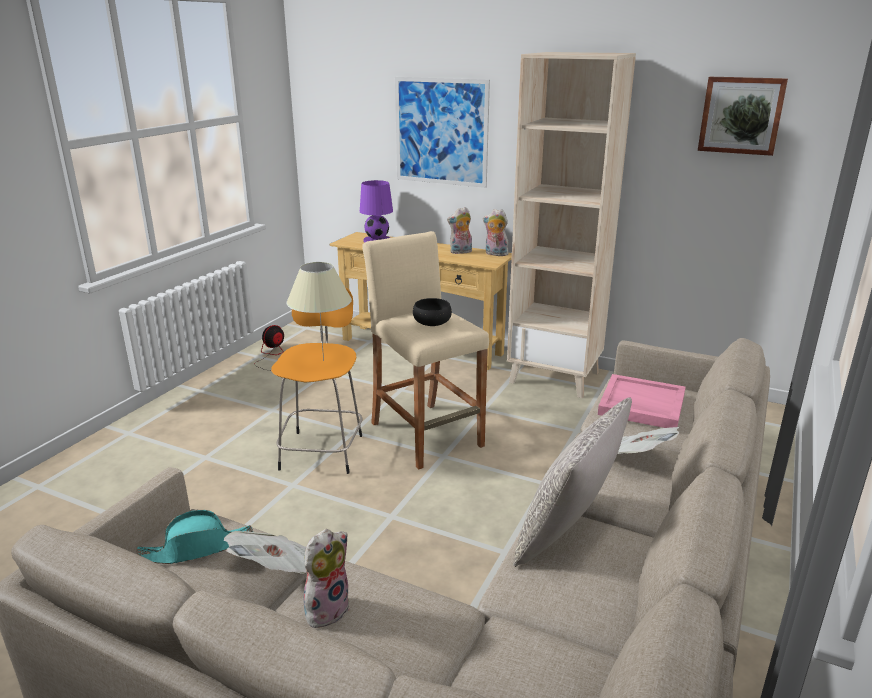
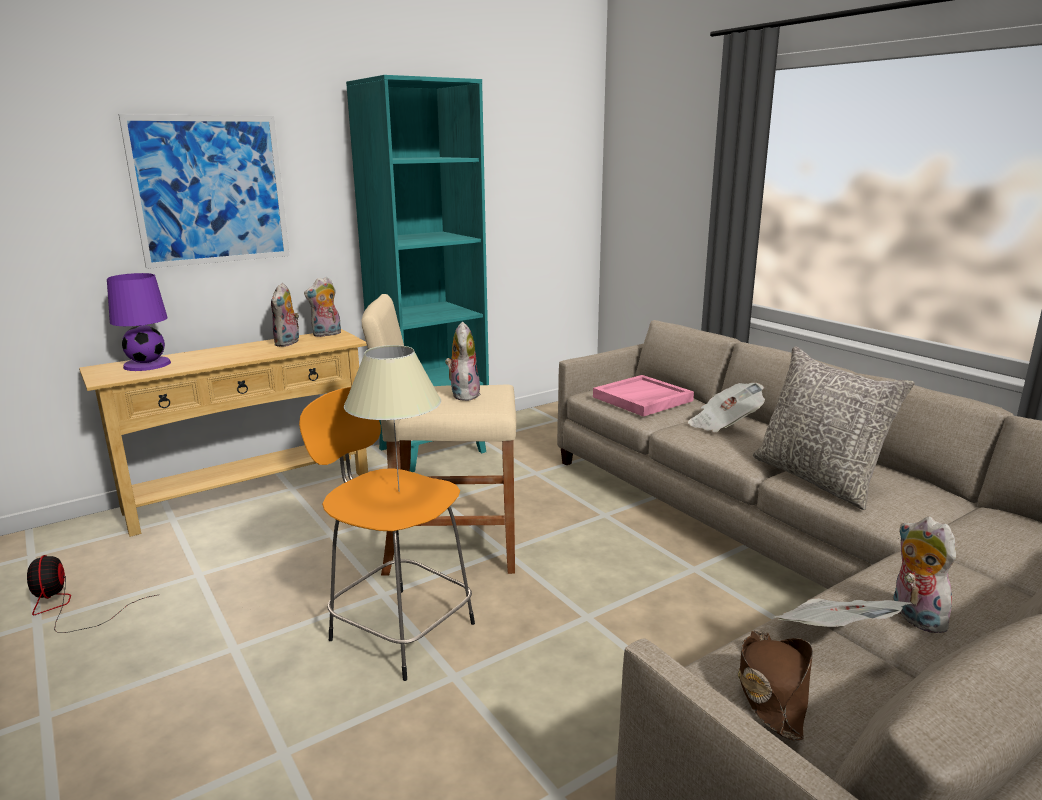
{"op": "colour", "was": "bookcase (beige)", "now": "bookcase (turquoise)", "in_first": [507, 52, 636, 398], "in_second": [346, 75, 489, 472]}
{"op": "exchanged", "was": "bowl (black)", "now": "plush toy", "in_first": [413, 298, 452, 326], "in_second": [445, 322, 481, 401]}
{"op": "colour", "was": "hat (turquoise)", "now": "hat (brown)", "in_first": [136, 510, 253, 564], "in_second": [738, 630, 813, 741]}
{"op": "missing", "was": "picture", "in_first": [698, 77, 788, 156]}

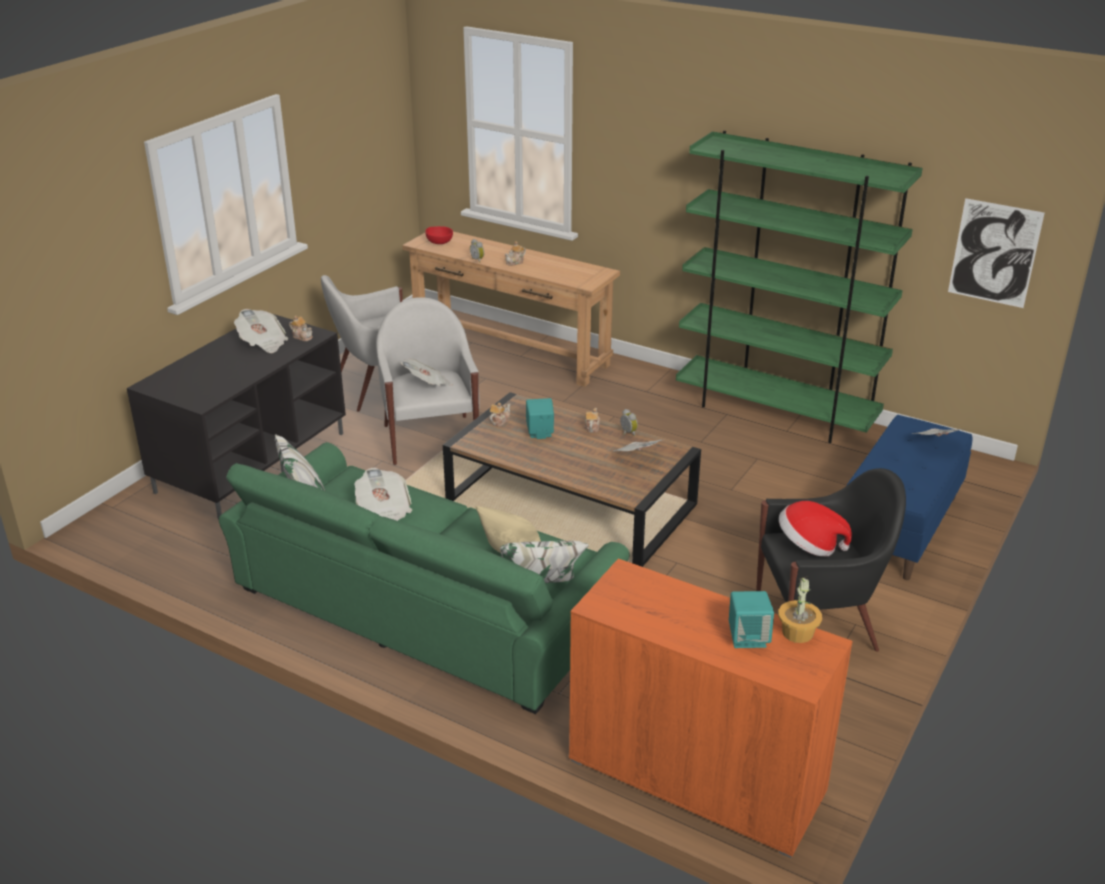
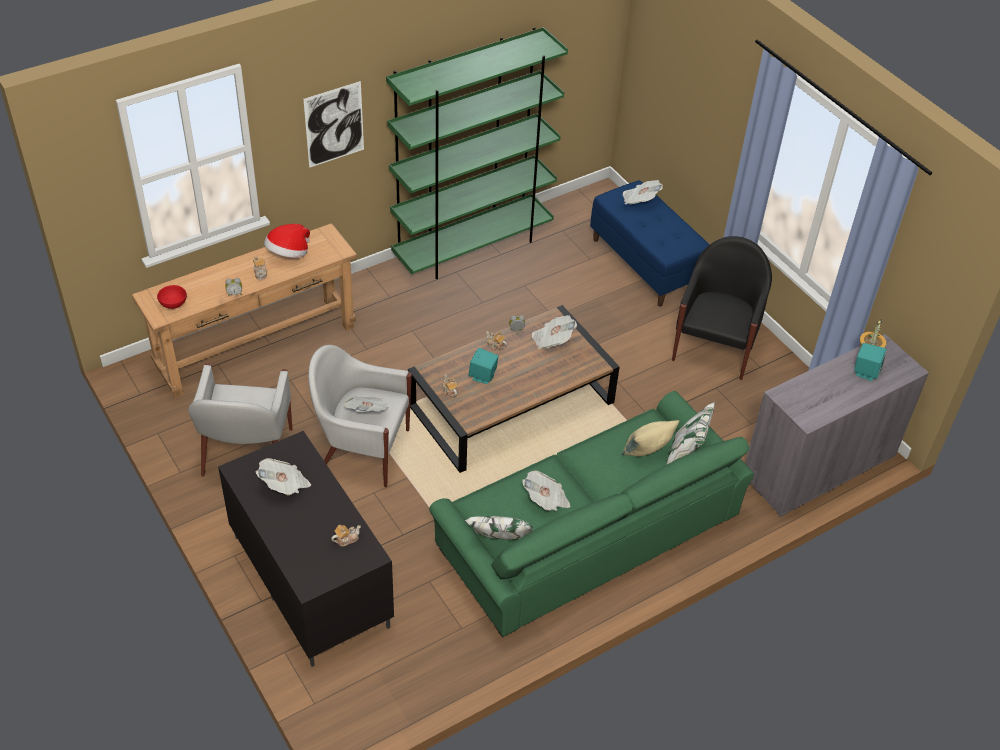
{"op": "relocated", "was": "hat", "in_first": [779, 501, 852, 556], "in_second": [264, 224, 310, 258]}
{"op": "relocated", "was": "picture", "in_first": [948, 198, 1045, 308], "in_second": [303, 81, 364, 168]}
{"op": "relocated", "was": "teapot", "in_first": [289, 315, 313, 341], "in_second": [331, 525, 361, 547]}
{"op": "colour", "was": "cabinet (orange)", "now": "cabinet (grey)", "in_first": [569, 558, 853, 858], "in_second": [745, 334, 929, 517]}

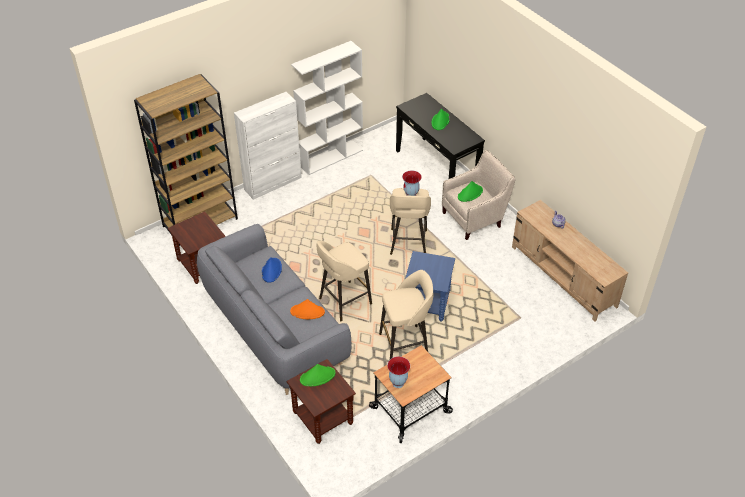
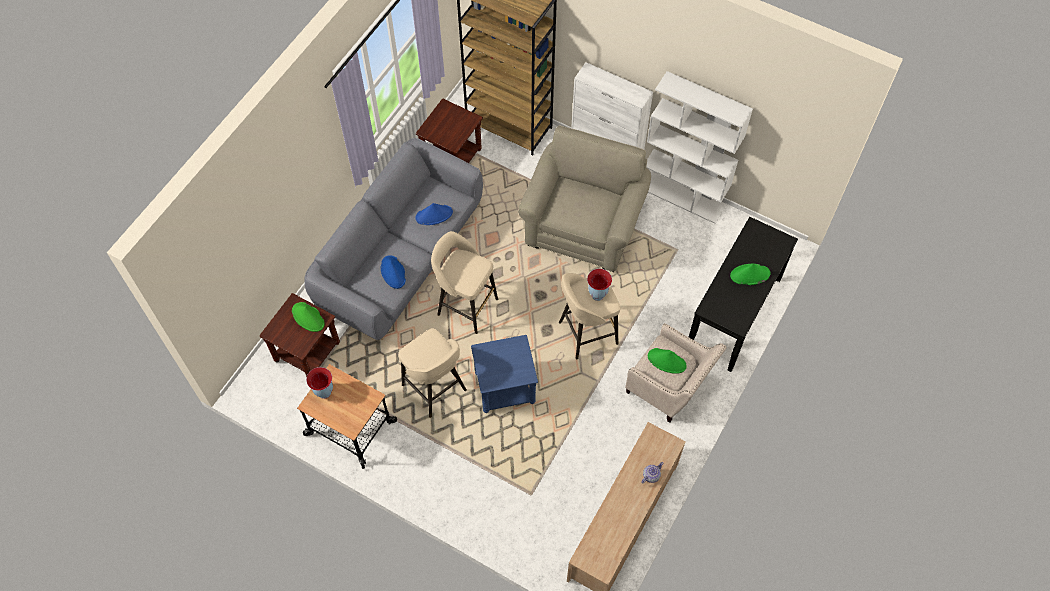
{"op": "colour", "was": "hat (orange)", "now": "hat (blue)", "in_first": [290, 299, 325, 319], "in_second": [381, 255, 406, 289]}
{"op": "appeared", "now": "armchair (beige)", "in_second": [518, 125, 651, 272]}

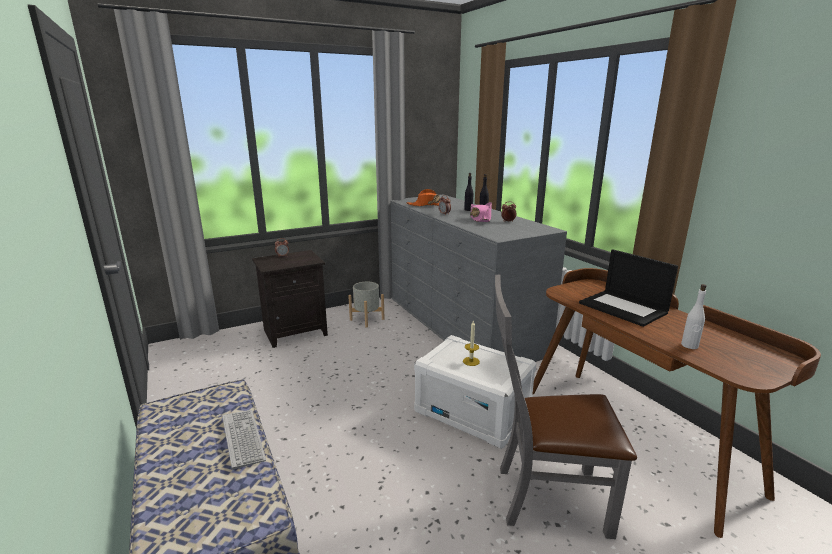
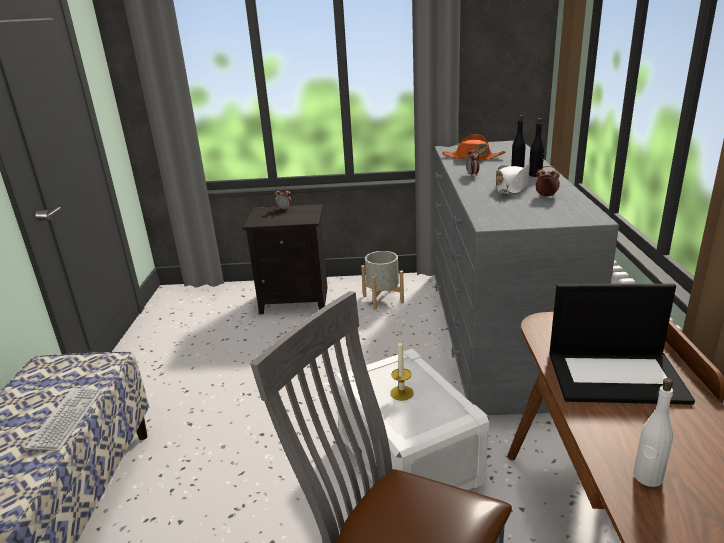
{"op": "colour", "was": "hat (pink)", "now": "hat (white)", "in_first": [470, 202, 492, 222], "in_second": [496, 164, 530, 194]}
{"op": "spun", "was": "laptop", "in_first": [579, 249, 678, 327], "in_second": [549, 284, 695, 405], "clockwise": -75}

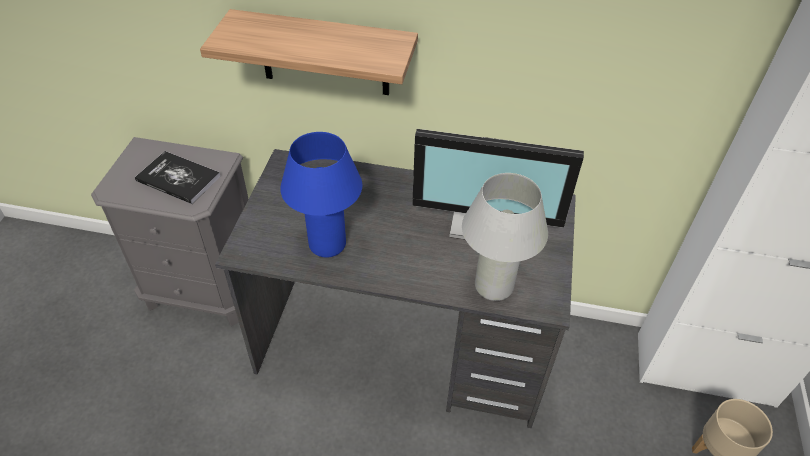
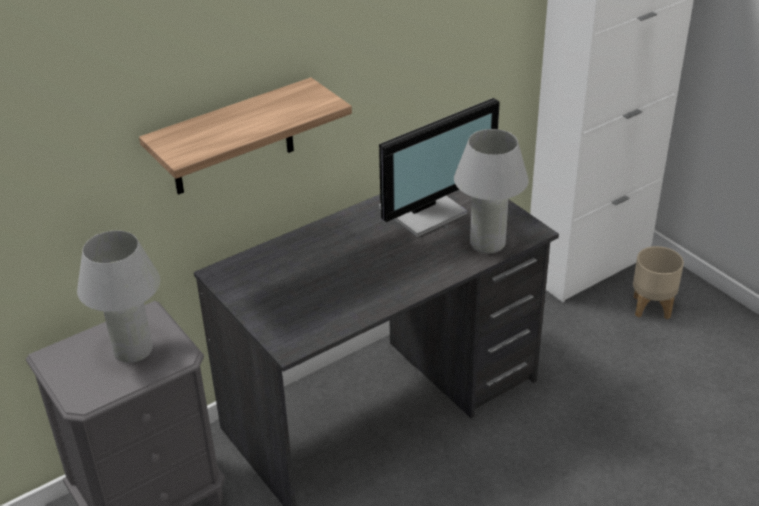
{"op": "exchanged", "was": "book", "now": "table lamp (white)", "in_first": [135, 151, 221, 204], "in_second": [77, 230, 160, 363]}
{"op": "missing", "was": "table lamp (blue)", "in_first": [280, 132, 362, 257]}

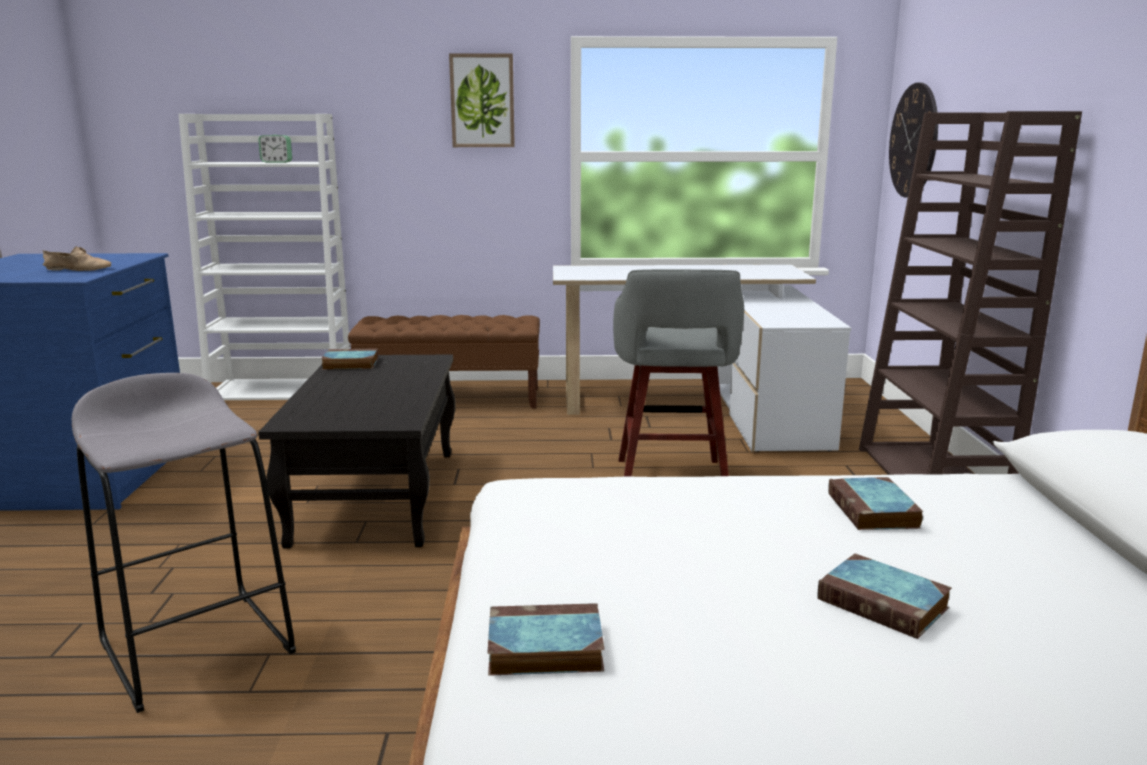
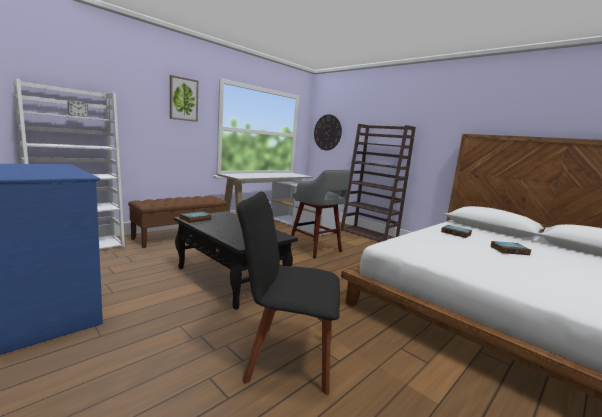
{"op": "exchanged", "was": "stool (grey)", "now": "chair (black)", "in_first": [72, 373, 296, 713], "in_second": [237, 192, 340, 395]}
{"op": "missing", "was": "shoe (beige)", "in_first": [42, 246, 111, 271]}
{"op": "missing", "was": "book", "in_first": [488, 603, 605, 675]}

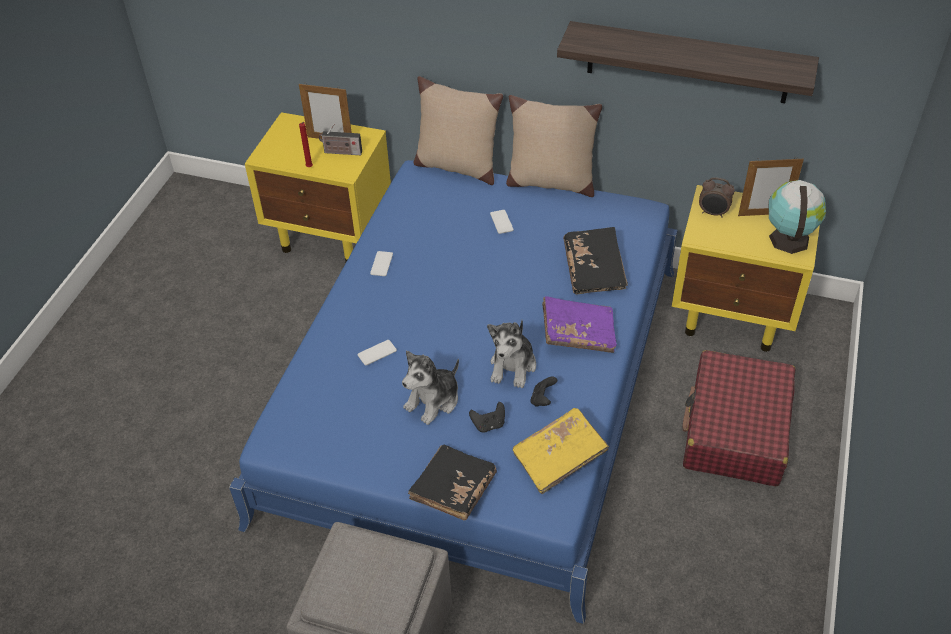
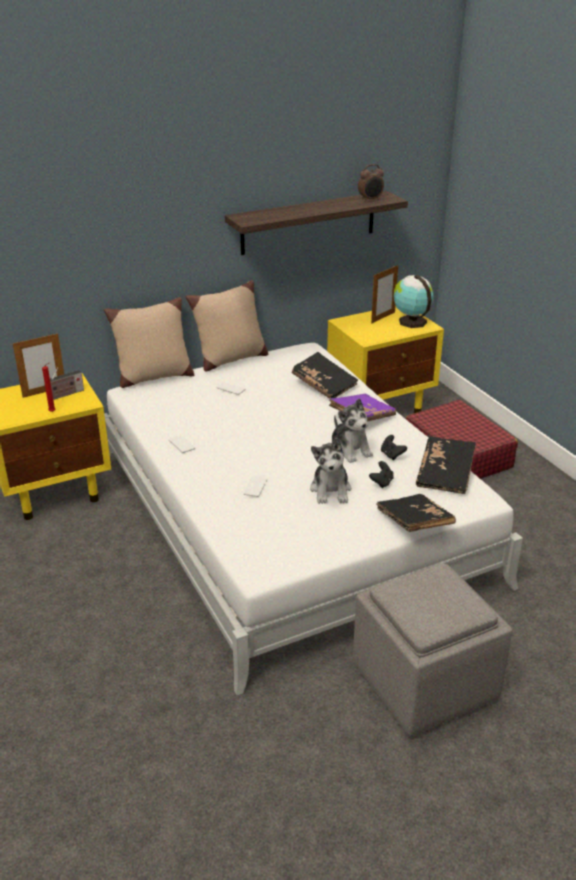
{"op": "colour", "was": "bed (blue)", "now": "bed (white)", "in_first": [229, 160, 678, 624], "in_second": [104, 343, 523, 696]}
{"op": "relocated", "was": "alarm clock", "in_first": [699, 177, 735, 218], "in_second": [358, 164, 384, 201]}
{"op": "colour", "was": "book (yellow)", "now": "book (black)", "in_first": [513, 408, 609, 494], "in_second": [416, 437, 476, 494]}

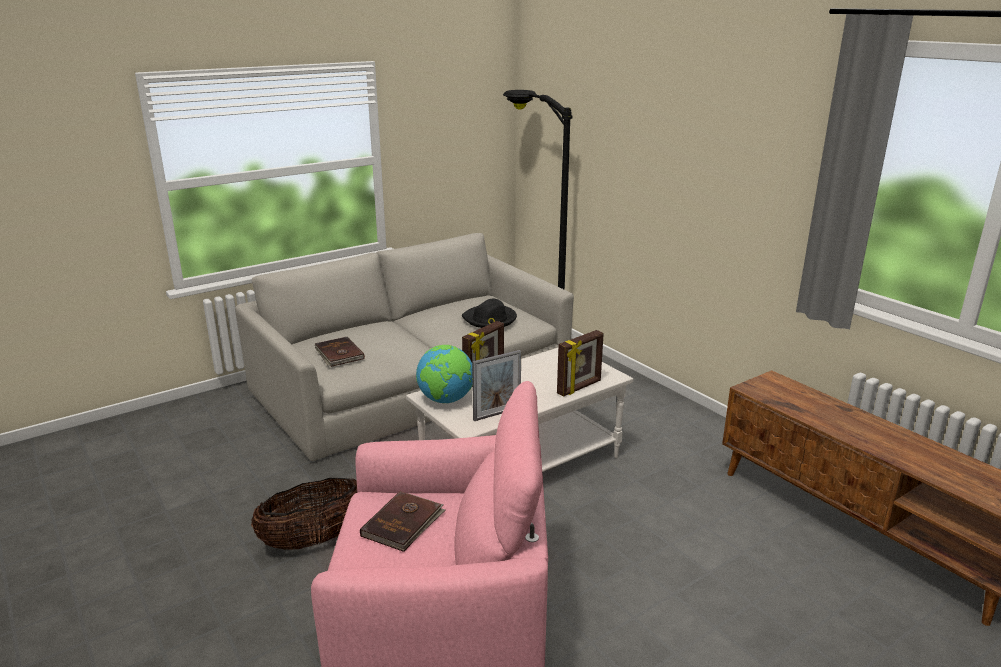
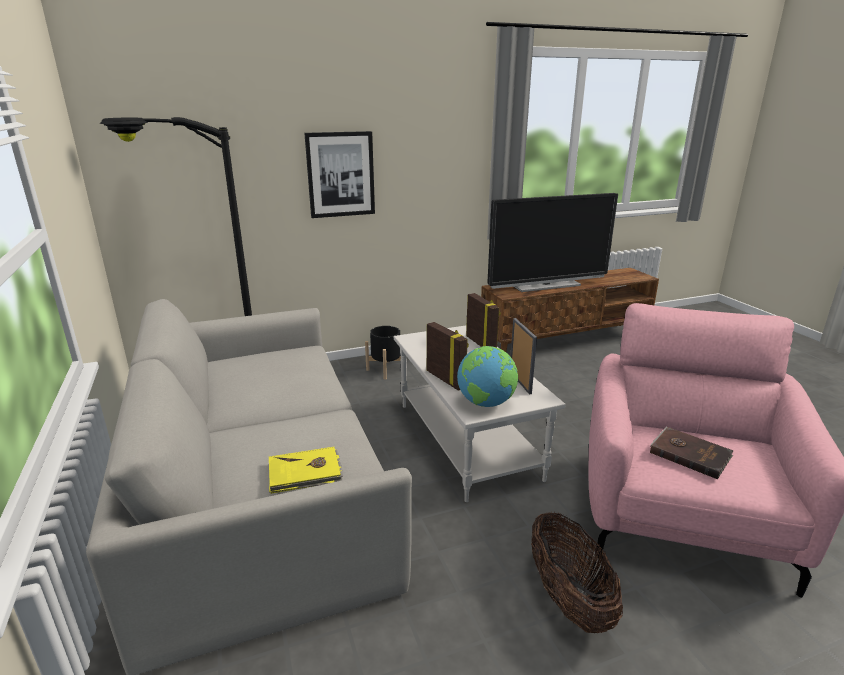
{"op": "colour", "was": "book (brown)", "now": "book (yellow)", "in_first": [315, 337, 365, 367], "in_second": [269, 447, 343, 494]}
{"op": "appeared", "now": "picture", "in_second": [304, 131, 375, 218]}
{"op": "appeared", "now": "planter (black)", "in_second": [365, 326, 401, 380]}
{"op": "appeared", "now": "television", "in_second": [487, 193, 618, 292]}
{"op": "missing", "was": "hat (black)", "in_first": [462, 299, 517, 328]}

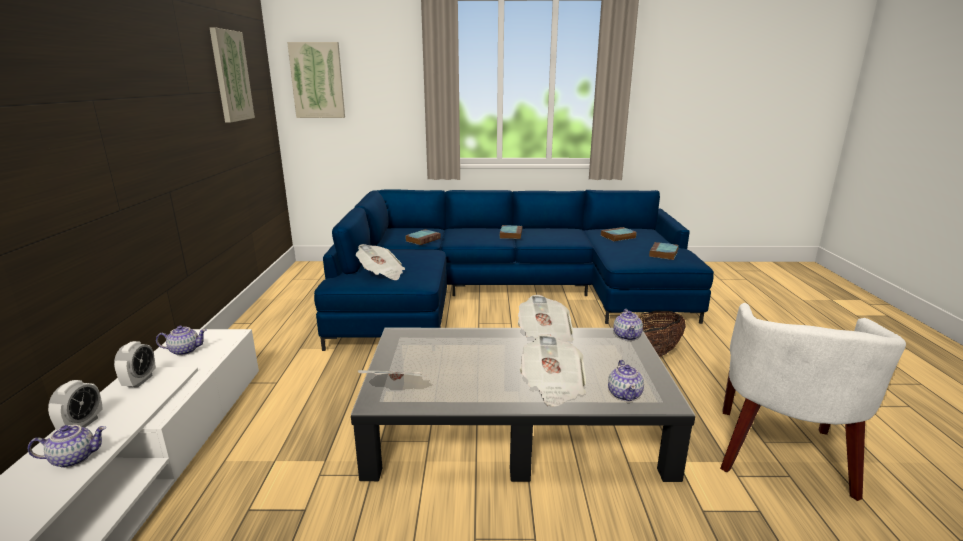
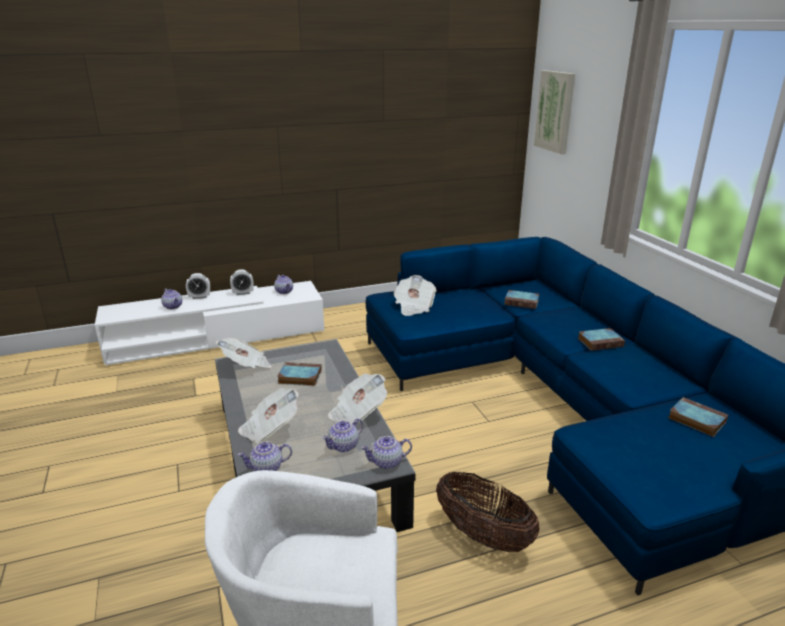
{"op": "relocated", "was": "book", "in_first": [649, 242, 679, 260], "in_second": [277, 362, 322, 386]}
{"op": "appeared", "now": "teapot", "in_second": [322, 418, 363, 452]}
{"op": "missing", "was": "picture", "in_first": [209, 27, 255, 123]}

